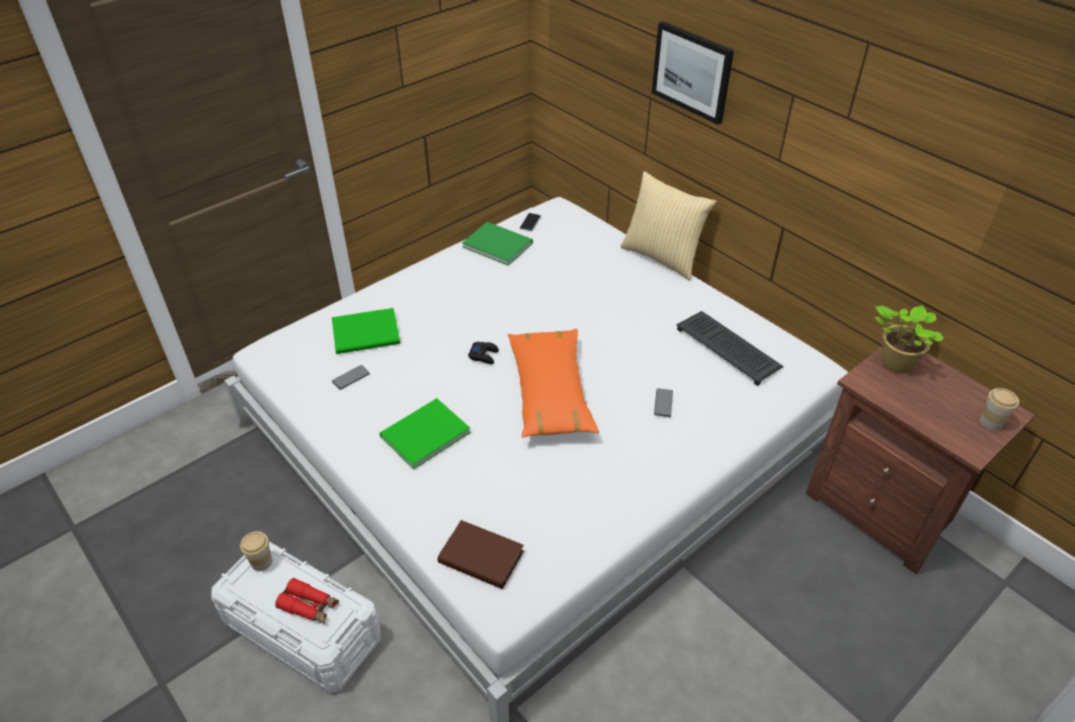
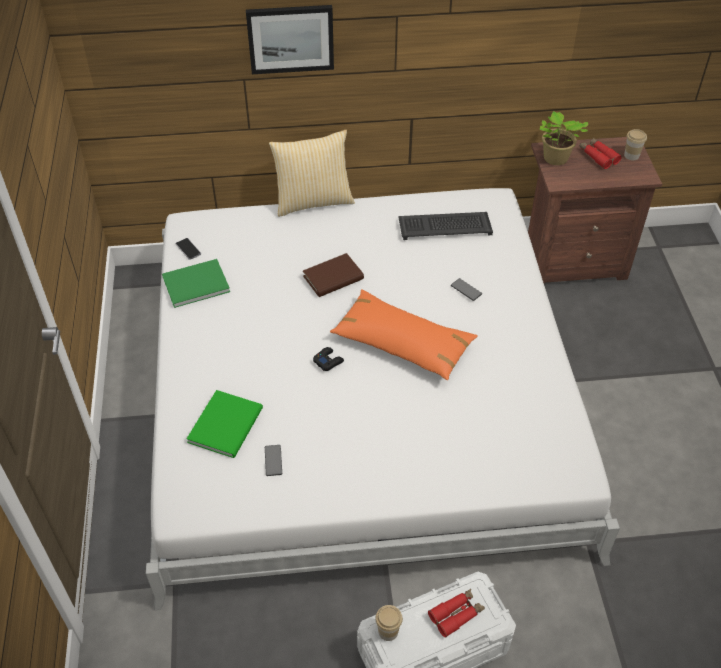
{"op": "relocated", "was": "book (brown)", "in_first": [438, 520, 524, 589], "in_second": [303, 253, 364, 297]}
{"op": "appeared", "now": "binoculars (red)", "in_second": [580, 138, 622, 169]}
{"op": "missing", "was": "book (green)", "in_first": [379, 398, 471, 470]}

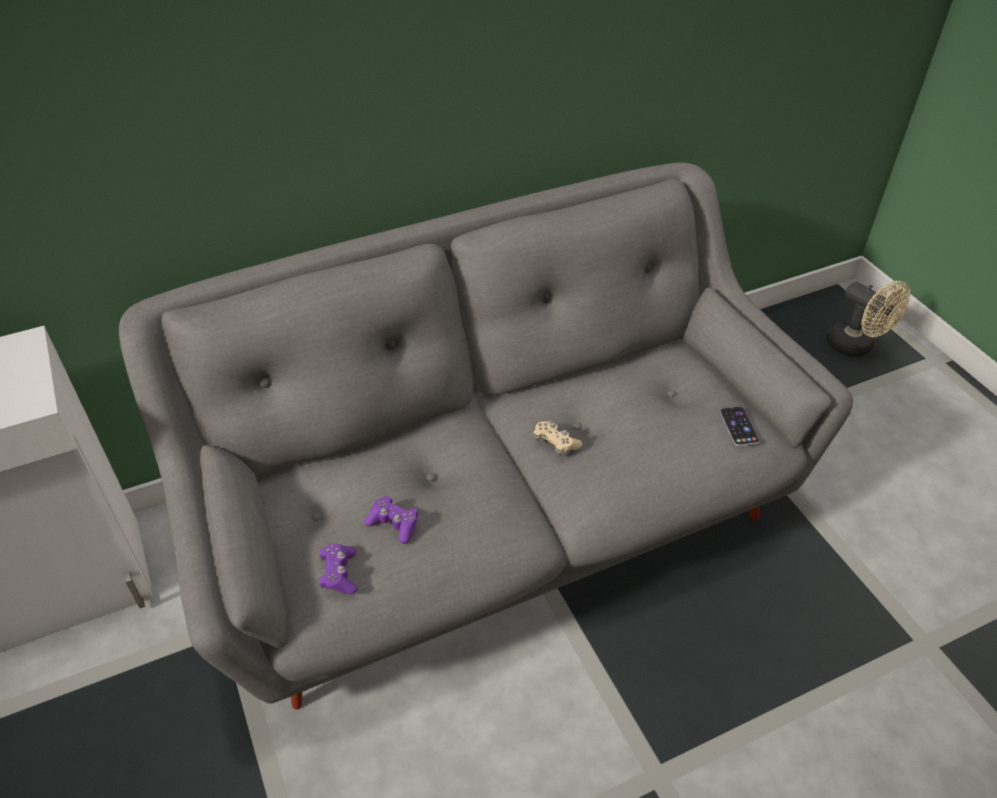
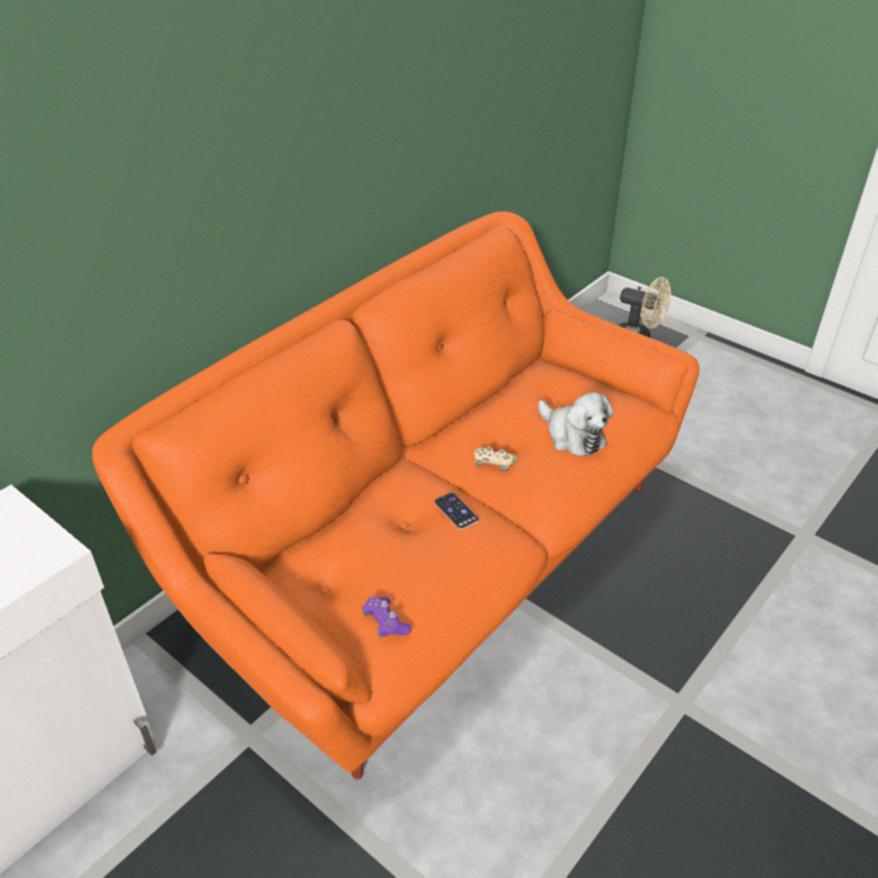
{"op": "colour", "was": "sofa (grey)", "now": "sofa (orange)", "in_first": [119, 162, 853, 710], "in_second": [92, 211, 699, 780]}
{"op": "relocated", "was": "phone", "in_first": [720, 406, 760, 446], "in_second": [434, 492, 479, 530]}
{"op": "appeared", "now": "plush toy", "in_second": [538, 392, 613, 456]}
{"op": "missing", "was": "game controller (purple)", "in_first": [364, 496, 418, 544]}

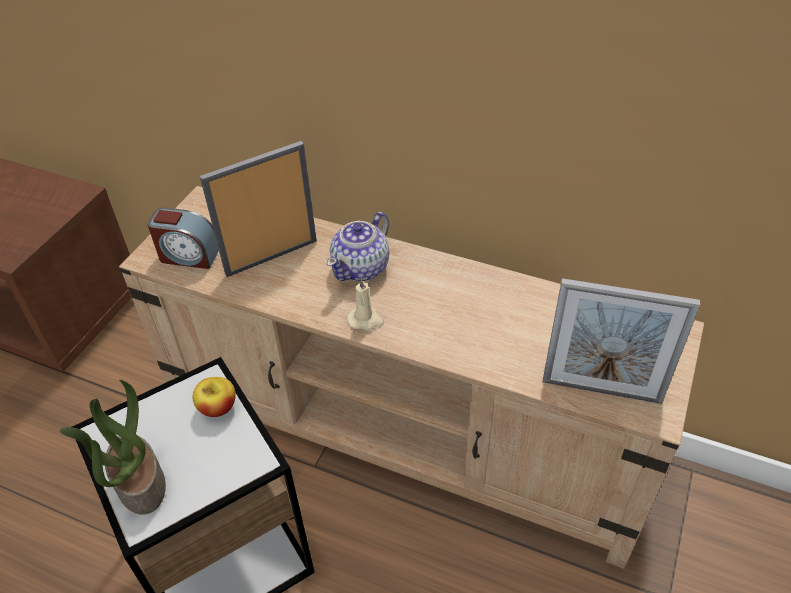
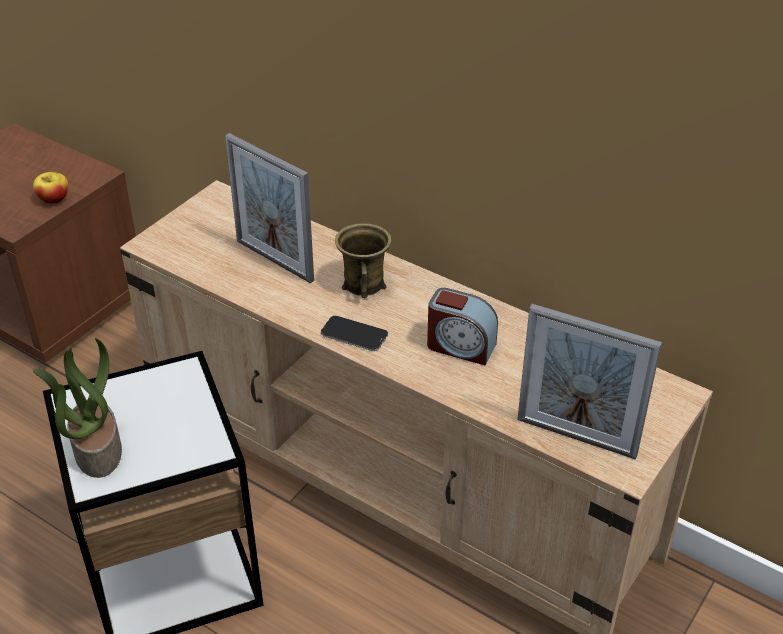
{"op": "relocated", "was": "apple", "in_first": [192, 377, 236, 417], "in_second": [33, 172, 68, 204]}
{"op": "spun", "was": "picture frame", "in_first": [200, 141, 317, 277], "in_second": [225, 133, 314, 283], "clockwise": -120}
{"op": "exchanged", "was": "candle (beige)", "now": "phone", "in_first": [347, 277, 384, 331], "in_second": [321, 316, 388, 351]}
{"op": "exchanged", "was": "teapot", "now": "mug (brown)", "in_first": [327, 212, 389, 281], "in_second": [335, 223, 392, 298]}
{"op": "relocated", "was": "alarm clock", "in_first": [147, 207, 219, 269], "in_second": [427, 288, 498, 365]}

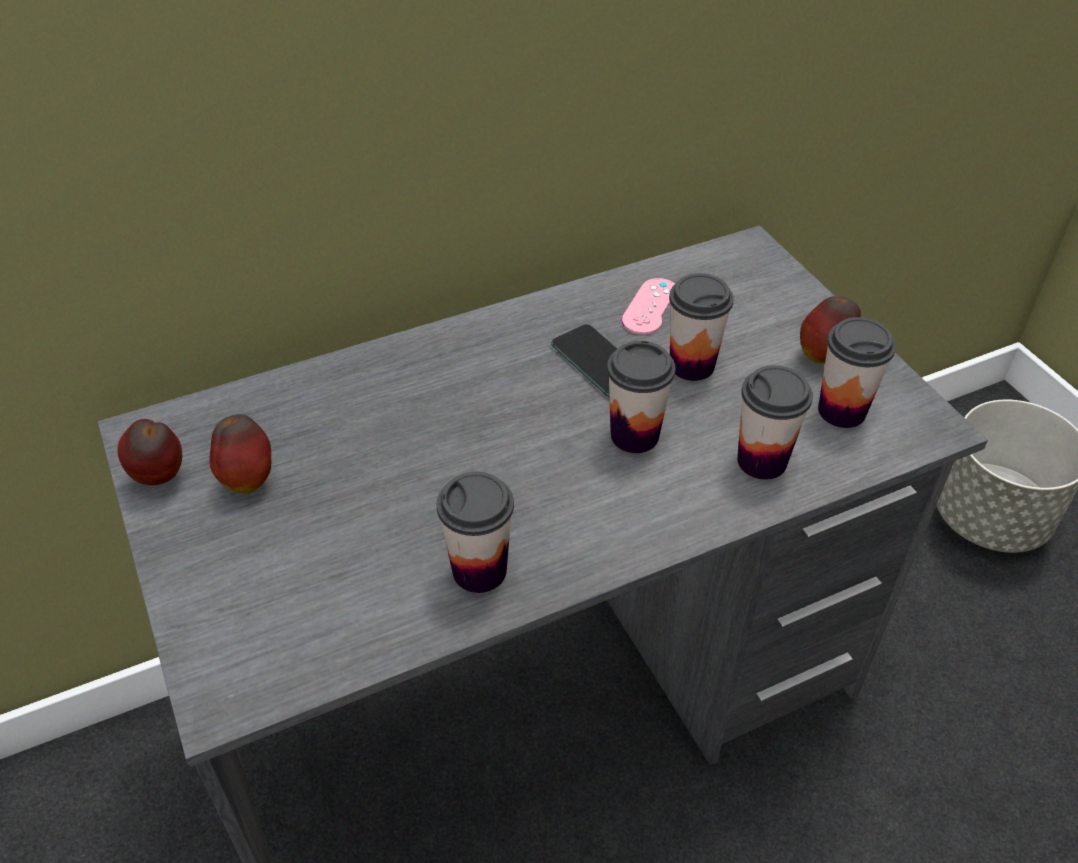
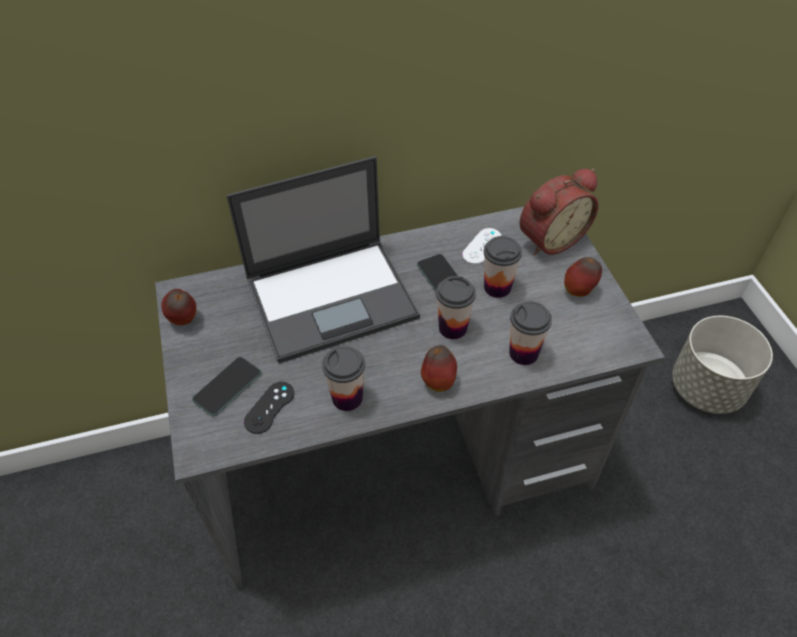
{"op": "appeared", "now": "phone", "in_second": [192, 357, 261, 416]}
{"op": "appeared", "now": "laptop", "in_second": [226, 156, 420, 363]}
{"op": "appeared", "now": "game controller (black)", "in_second": [244, 382, 294, 434]}
{"op": "relocated", "was": "apple", "in_first": [209, 414, 271, 494], "in_second": [421, 345, 457, 392]}
{"op": "colour", "was": "game controller (pink)", "now": "game controller (white)", "in_first": [622, 278, 675, 335], "in_second": [462, 228, 501, 264]}
{"op": "appeared", "now": "alarm clock", "in_second": [520, 169, 598, 256]}
{"op": "missing", "was": "cup", "in_first": [818, 317, 896, 428]}

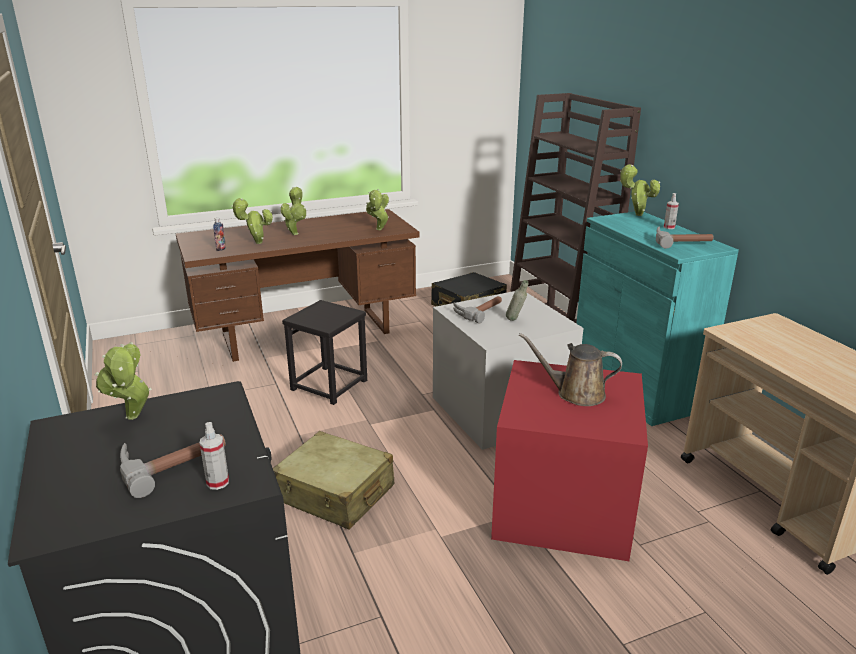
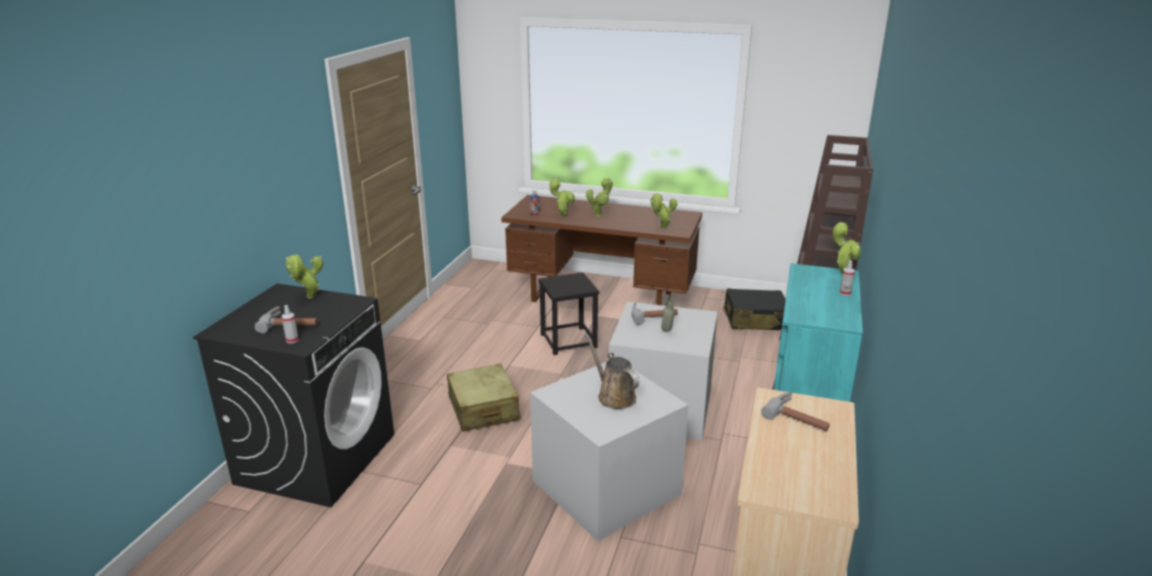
{"op": "colour", "was": "storage box (red)", "now": "storage box (grey)", "in_first": [491, 360, 648, 561], "in_second": [530, 362, 688, 541]}
{"op": "relocated", "was": "hammer", "in_first": [656, 227, 714, 249], "in_second": [761, 392, 830, 431]}

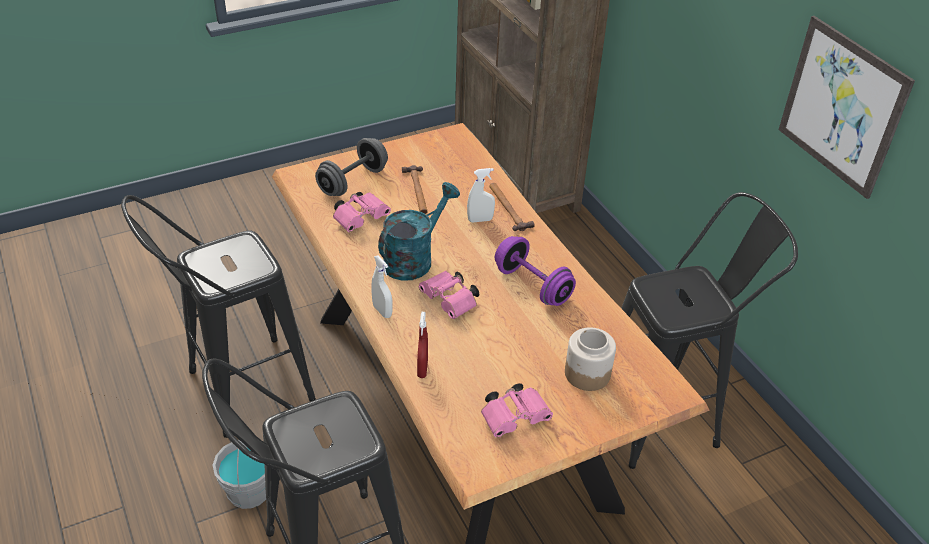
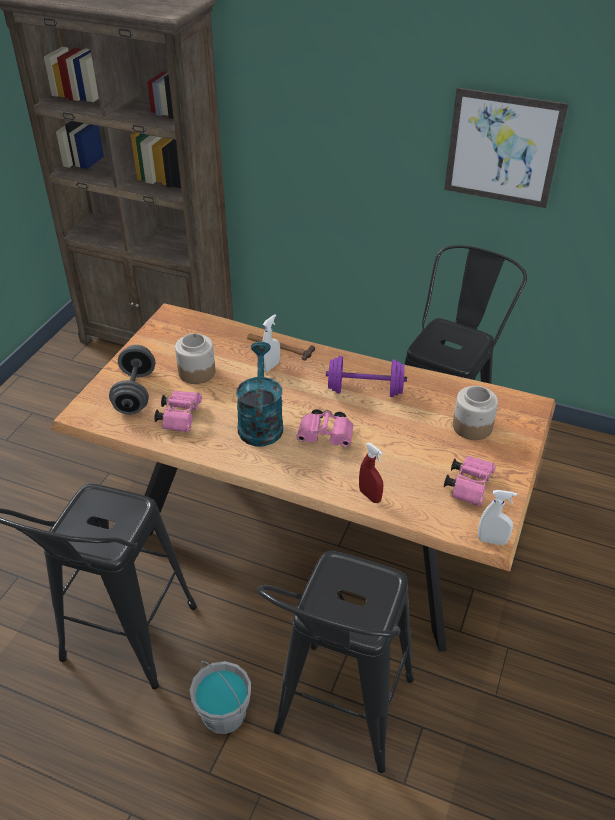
{"op": "exchanged", "was": "hammer", "now": "jar", "in_first": [402, 165, 428, 214], "in_second": [175, 333, 215, 384]}
{"op": "relocated", "was": "spray bottle (white)", "in_first": [371, 255, 393, 318], "in_second": [478, 490, 517, 545]}

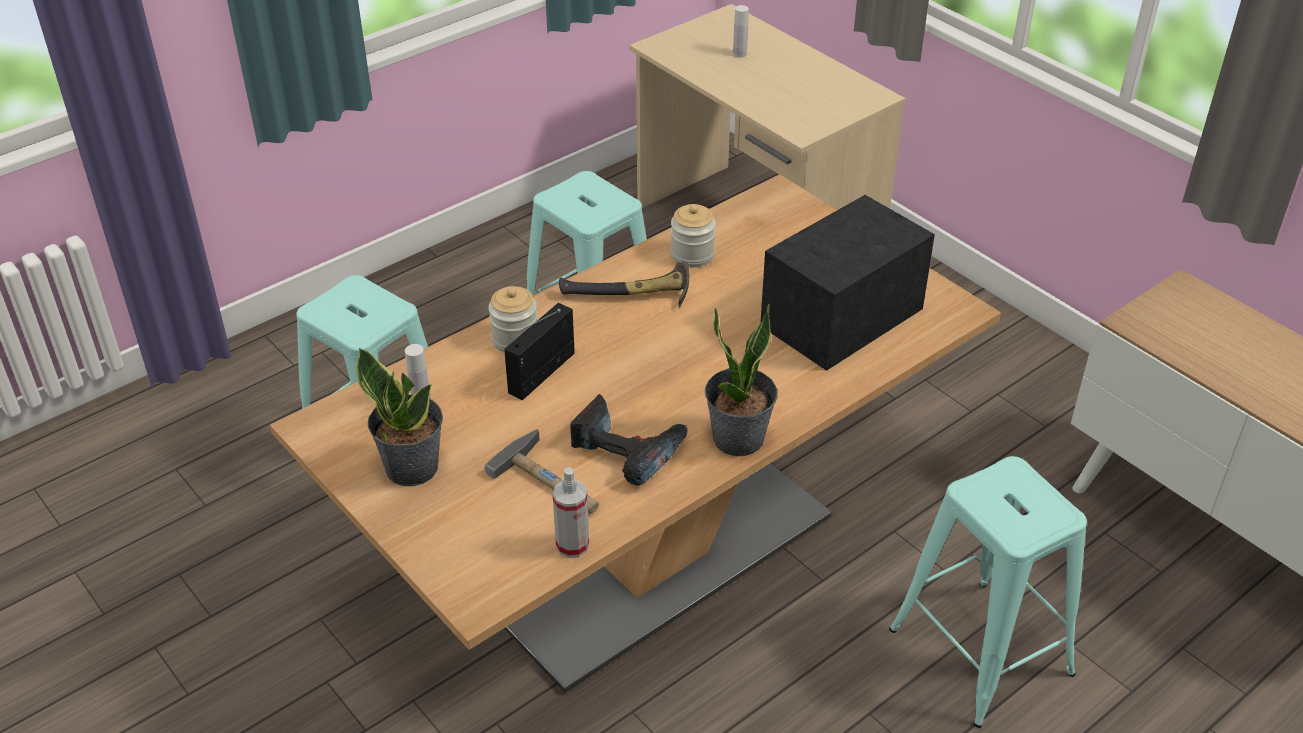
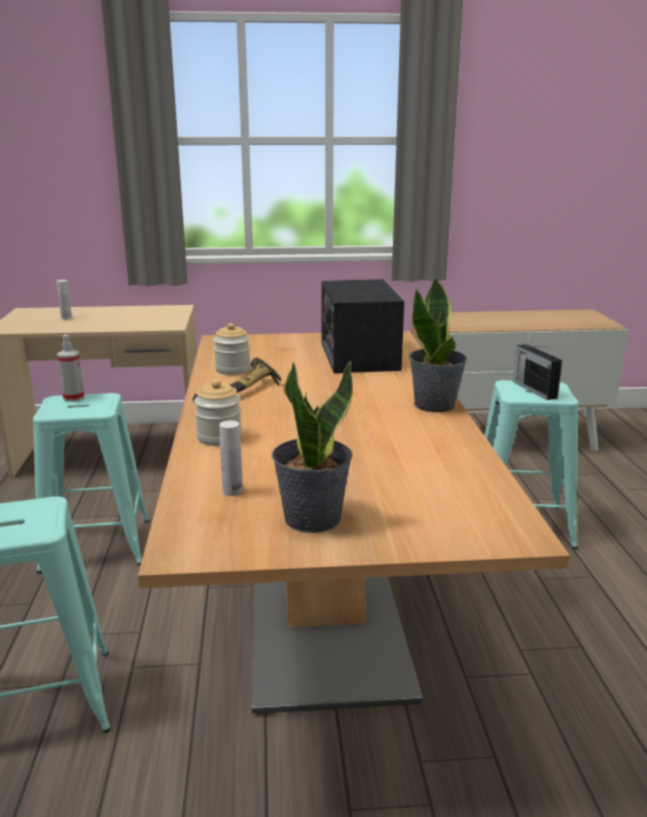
{"op": "relocated", "was": "spray bottle", "in_first": [553, 467, 589, 558], "in_second": [57, 335, 85, 402]}
{"op": "relocated", "was": "radio", "in_first": [504, 303, 575, 400], "in_second": [513, 344, 562, 400]}
{"op": "missing", "was": "hammer", "in_first": [485, 429, 599, 513]}
{"op": "missing", "was": "power drill", "in_first": [570, 394, 688, 486]}

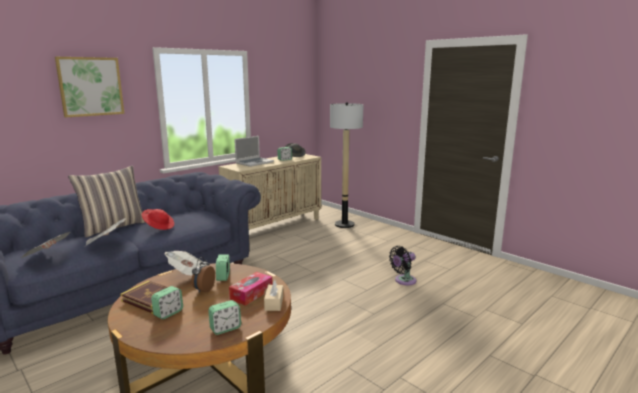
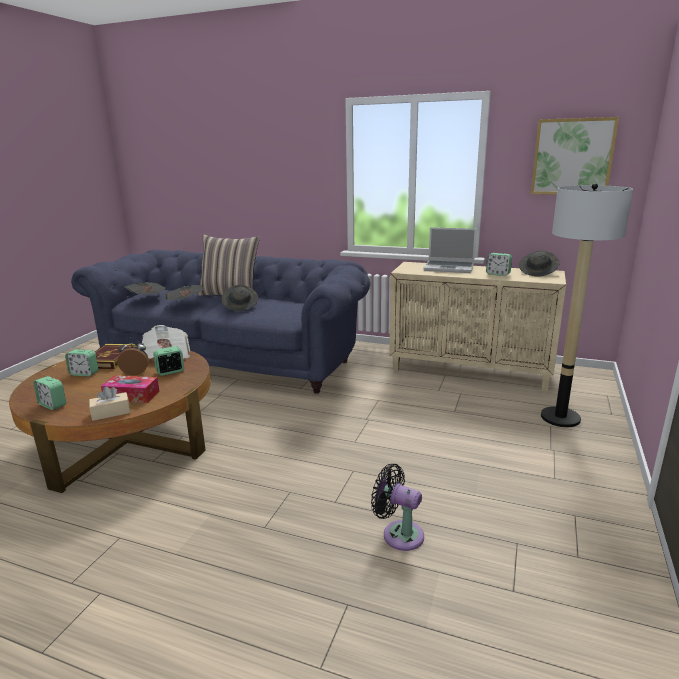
{"op": "colour", "was": "hat (red)", "now": "hat (grey)", "in_first": [142, 209, 174, 230], "in_second": [222, 285, 258, 311]}
{"op": "relocated", "was": "picture", "in_first": [55, 57, 124, 117], "in_second": [531, 117, 619, 195]}

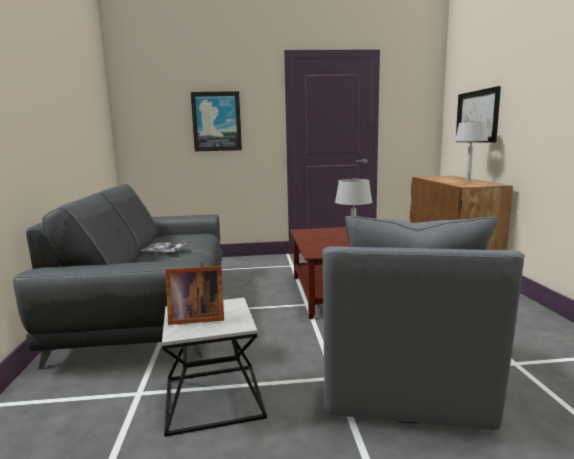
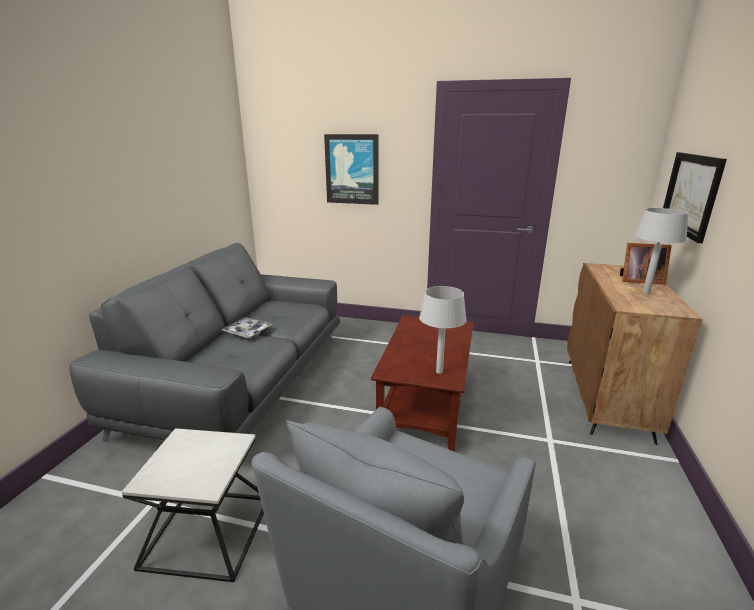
{"op": "relocated", "was": "picture frame", "in_first": [166, 266, 224, 325], "in_second": [620, 243, 672, 285]}

